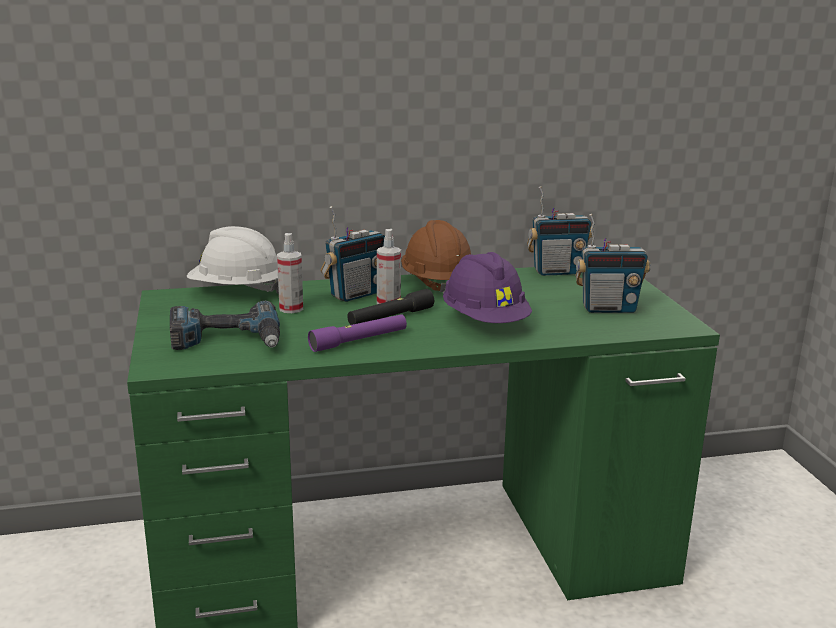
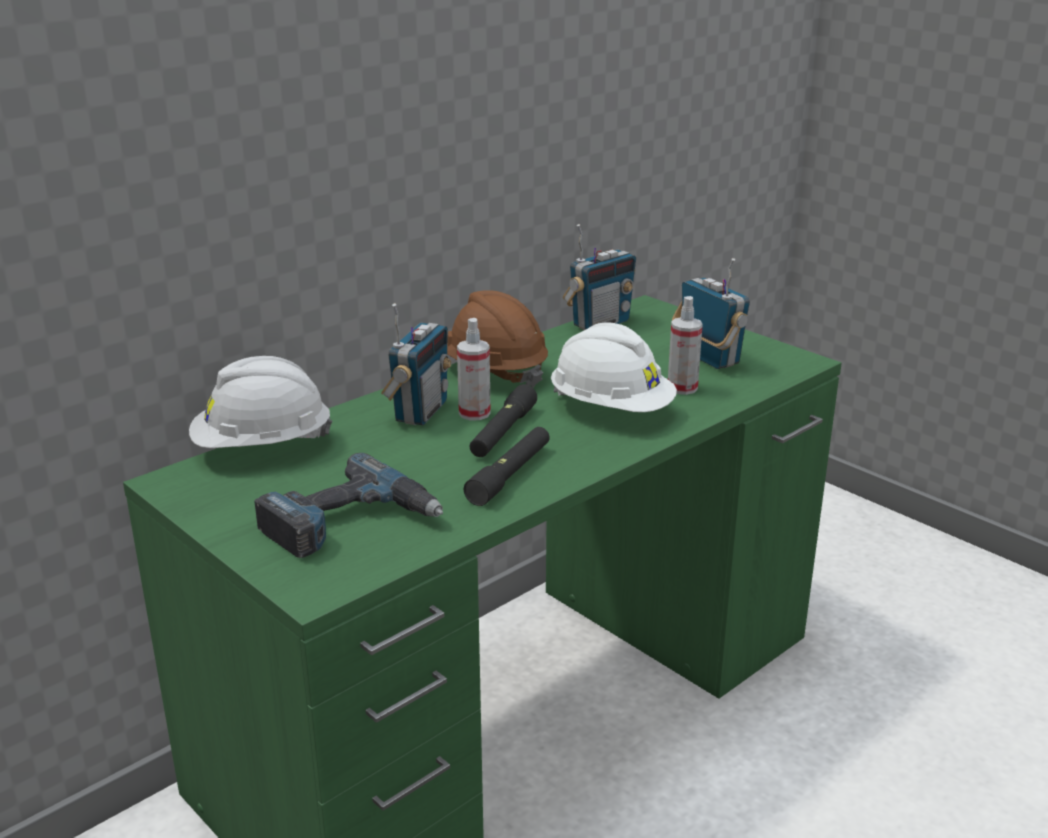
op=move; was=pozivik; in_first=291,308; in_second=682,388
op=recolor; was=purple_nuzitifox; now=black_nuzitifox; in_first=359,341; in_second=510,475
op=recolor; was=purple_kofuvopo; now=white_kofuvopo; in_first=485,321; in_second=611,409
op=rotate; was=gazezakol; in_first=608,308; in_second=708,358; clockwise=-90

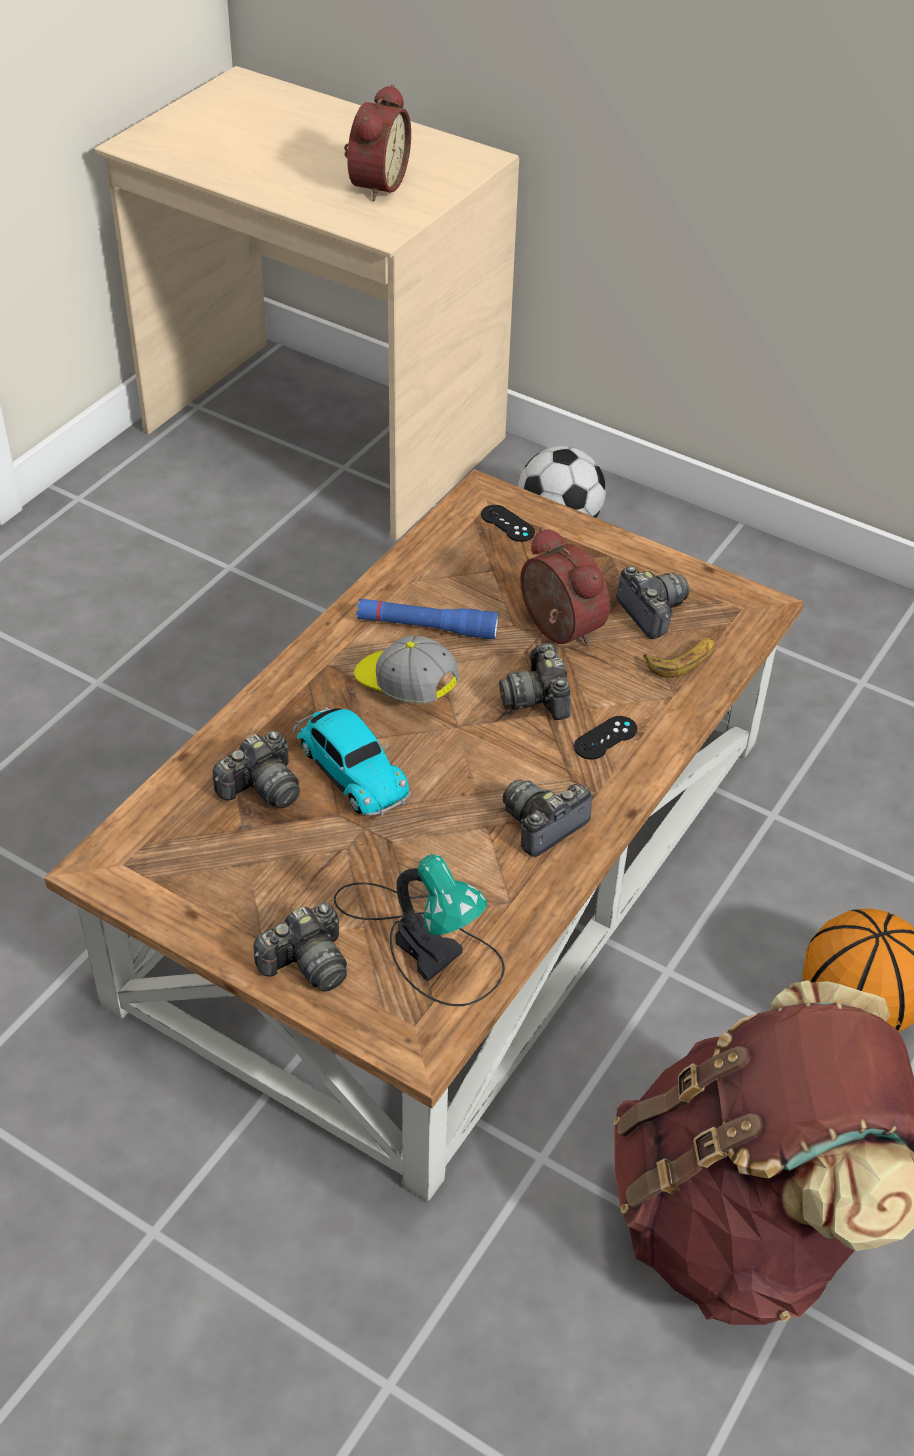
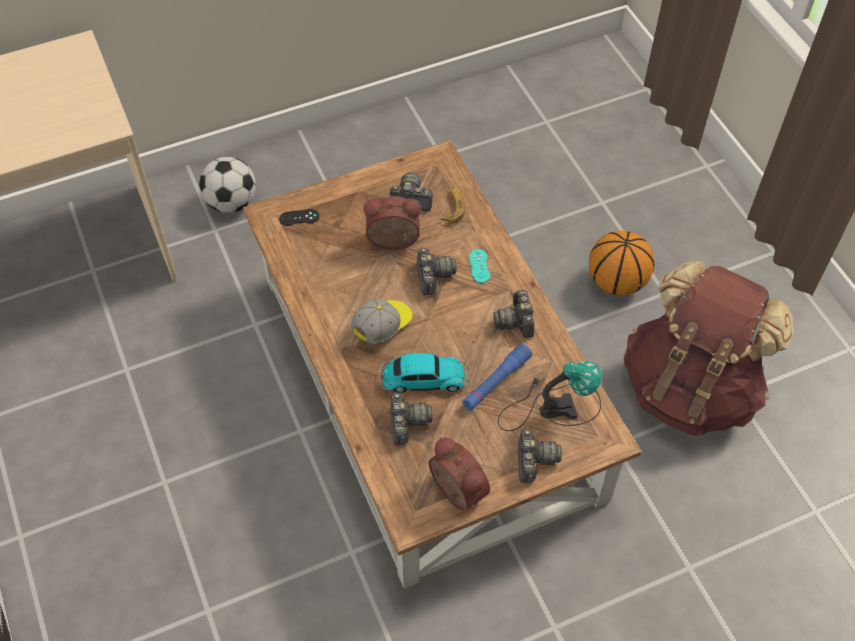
op=move; was=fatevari; in_first=375,184; in_second=455,492
op=move; was=blue_nuzitifox; in_first=426,627; in_second=496,382
op=recolor; was=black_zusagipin; now=turquoise_zusagipin; in_first=605,738; in_second=479,266
op=rotate; was=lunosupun; in_first=404,686; in_second=383,326; clockwise=150
op=rotate; was=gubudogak; in_first=538,697; in_second=433,276; clockwise=-120

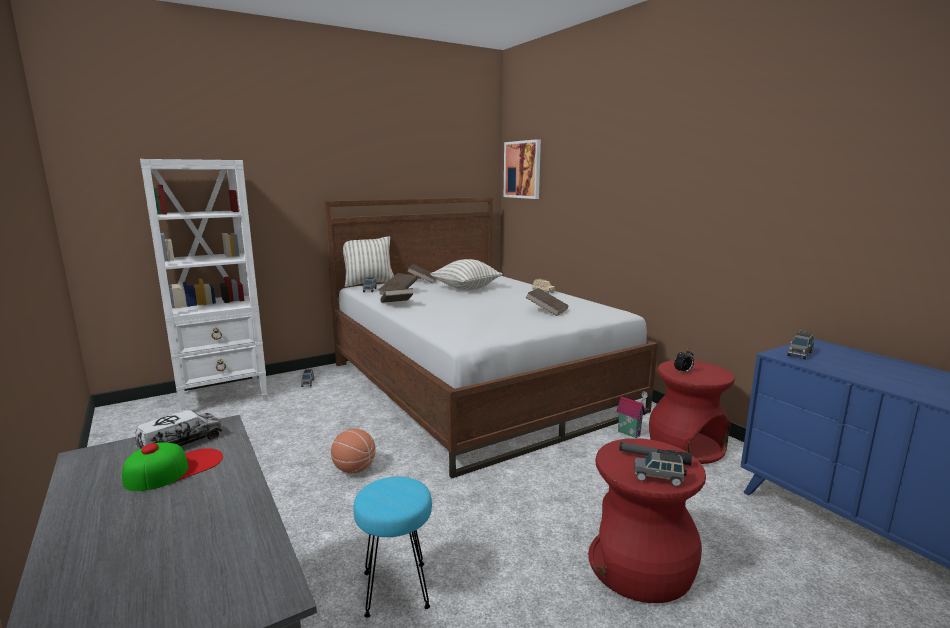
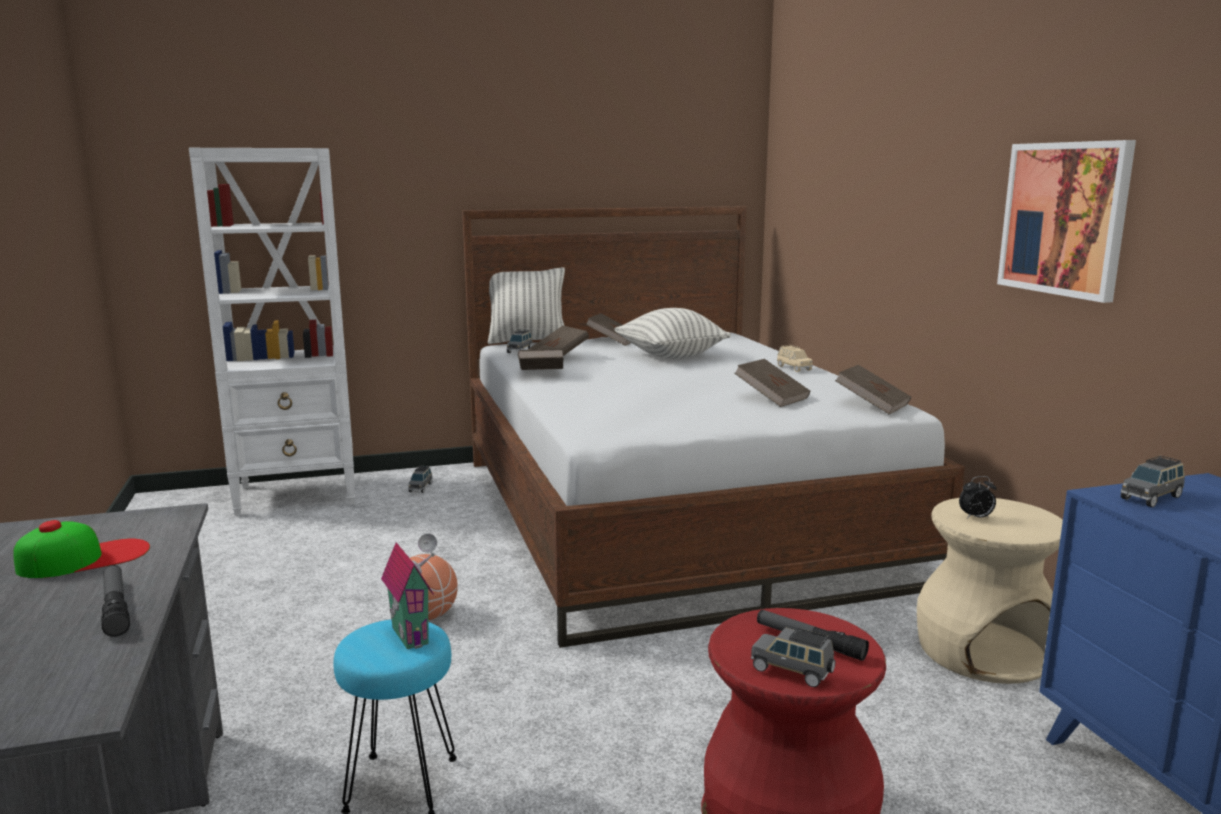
op=delete; was=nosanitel; in_first=181,443
op=insert; now=nuzitifox; in_second=115,607
op=insert; now=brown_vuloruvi; in_second=872,405
op=move; was=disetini; in_first=522,169; in_second=1064,218
op=move; was=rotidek; in_first=630,432; in_second=414,635
op=recolor; was=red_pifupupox; now=beige_pifupupox; in_first=686,446; in_second=982,651

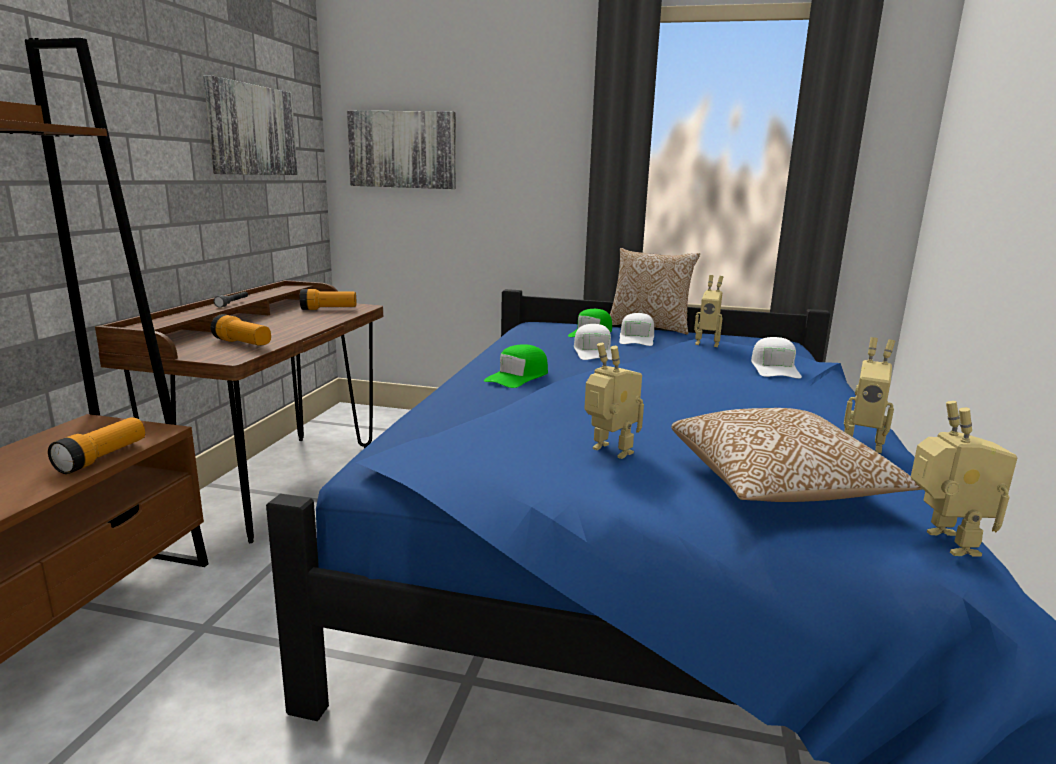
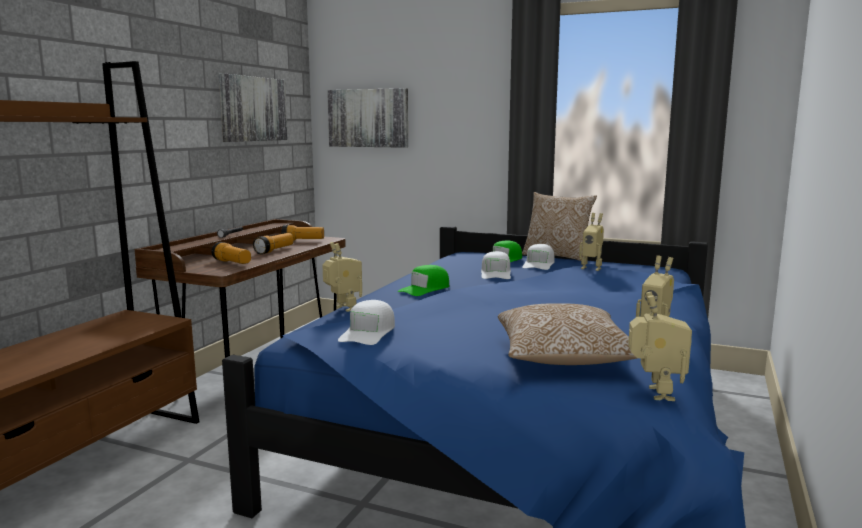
op=move; was=nuzitifox; in_first=102,457; in_second=274,250
op=move; was=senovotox; in_first=608,452; in_second=343,309
op=move; was=white_lunosupun; in_first=774,368; in_second=368,333

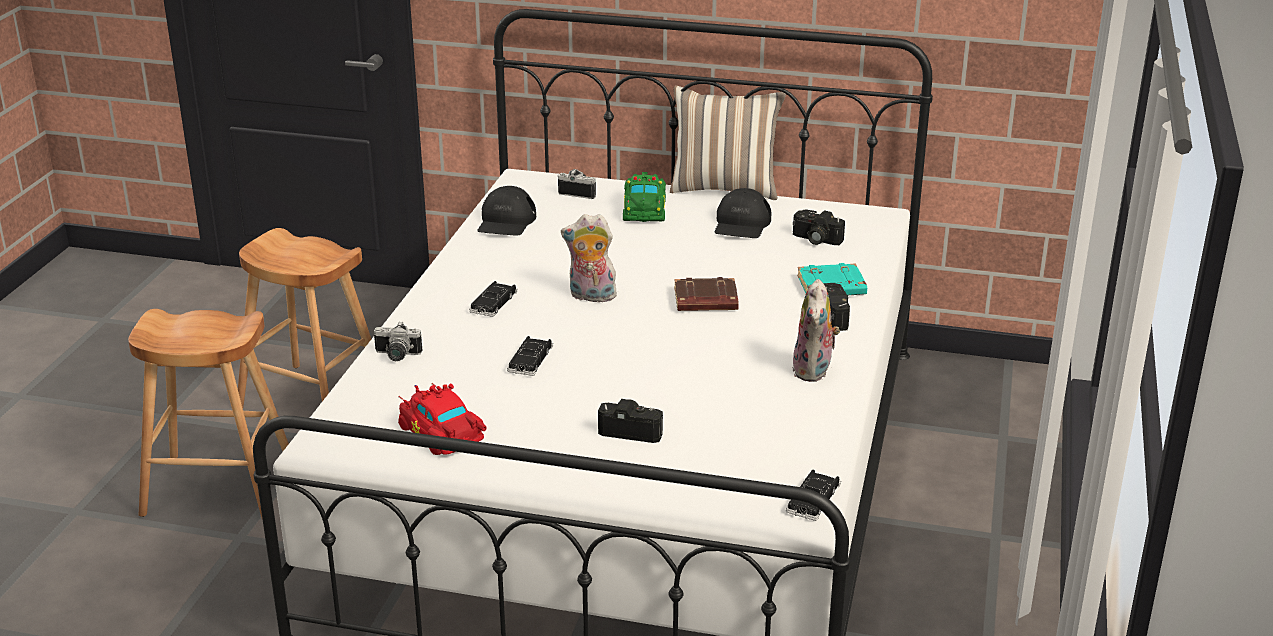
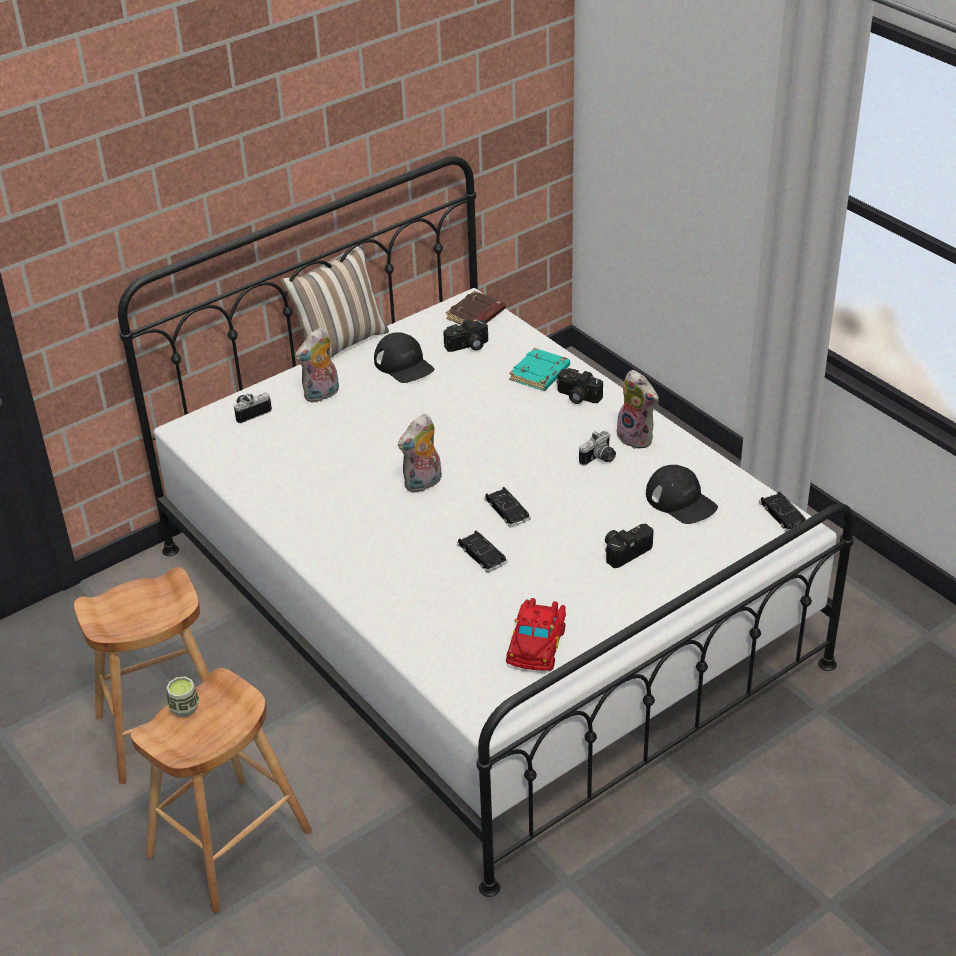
op=insert; now=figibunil; in_second=185,708
op=move; was=gubudogak; in_first=396,356; in_second=600,459
op=move; was=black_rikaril; in_first=493,303; in_second=507,510
op=move; was=black_lunosupun; in_first=506,221; in_second=681,501
op=move; was=brown_vuloruvi; in_first=705,301; in_second=476,315
op=replace; was=green_rikaril; now=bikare; in_first=645,209; in_second=322,395
op=rotate; was=red_rikaril; in_first=441,435; in_second=538,643; clockwise=-75

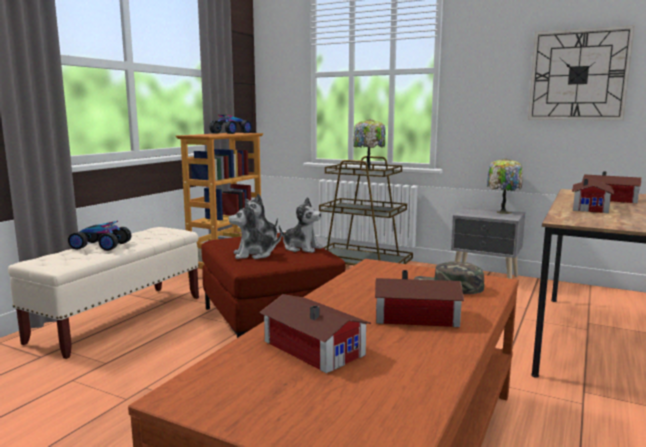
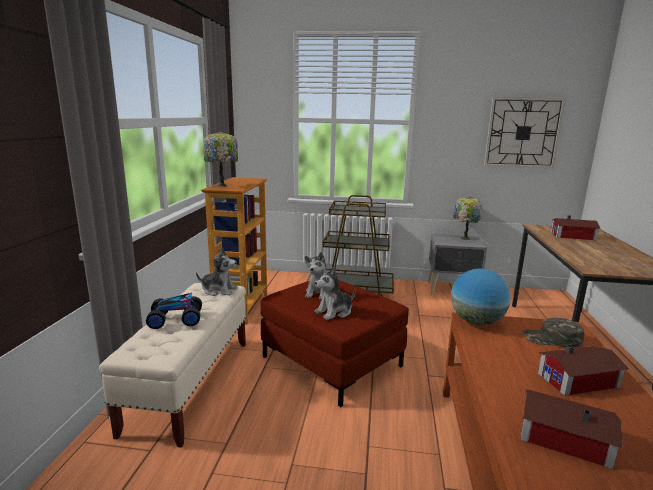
op=delete; was=rikaril; in_first=231,133
op=delete; was=rotidek; in_first=592,207
op=insert; now=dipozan; in_second=476,322
op=move; was=bikare; in_first=301,248; in_second=219,290
op=move; was=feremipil; in_first=368,171; in_second=222,186

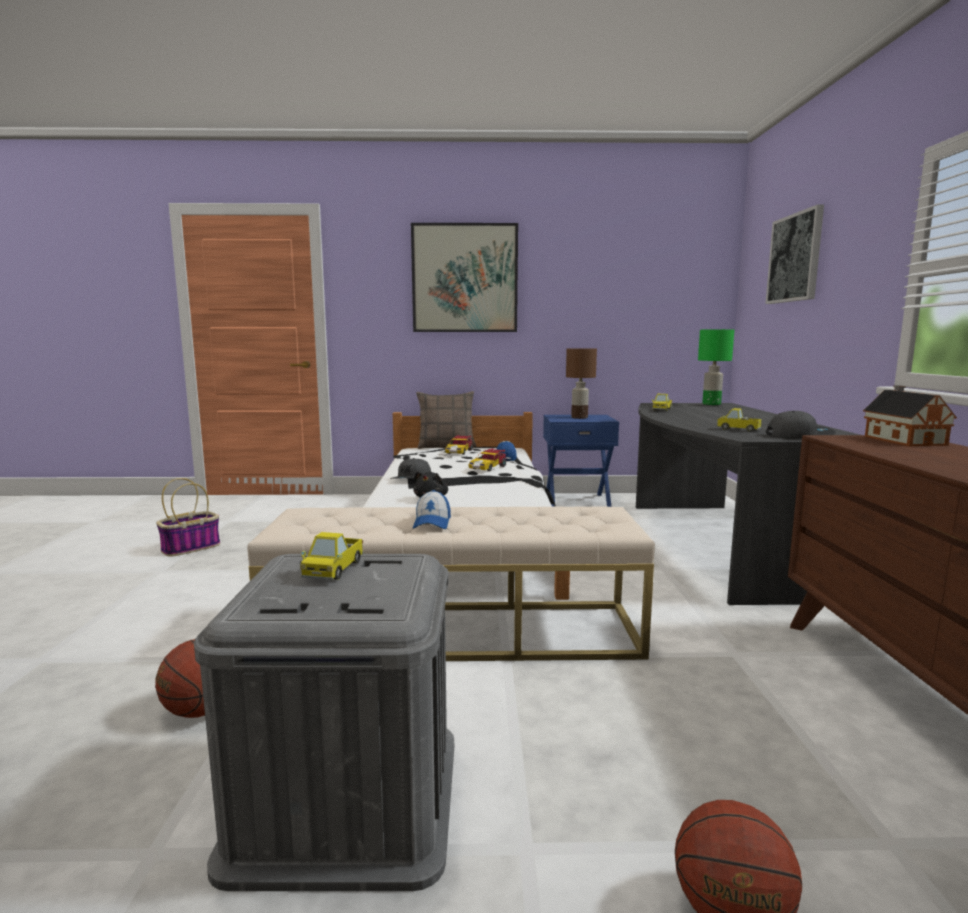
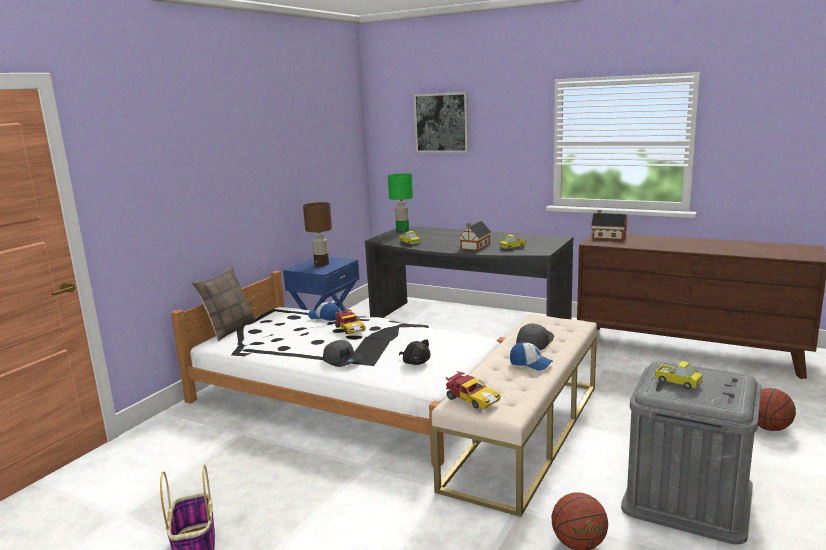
op=delete; was=disetini; in_first=465,278
op=insert; now=rotidek; in_second=474,247
op=move; was=rikaril; in_first=459,452; in_second=471,399
op=move; was=grey_lunosupun; in_first=799,436; in_second=534,341

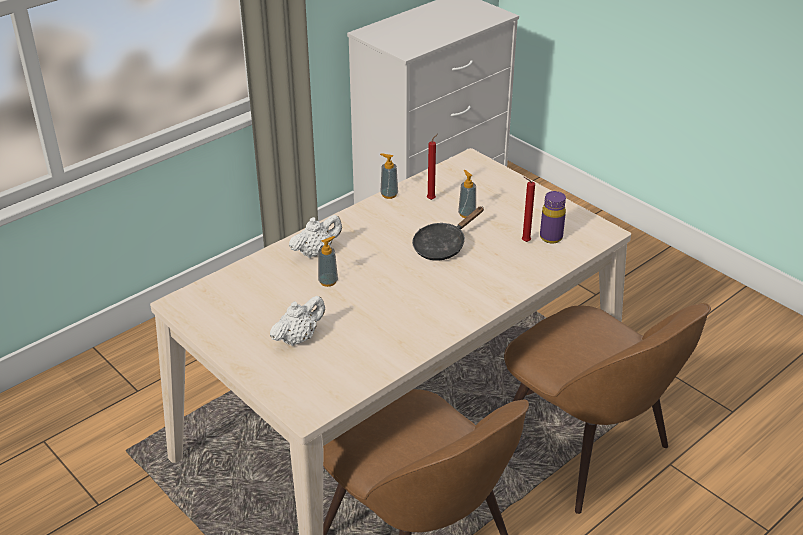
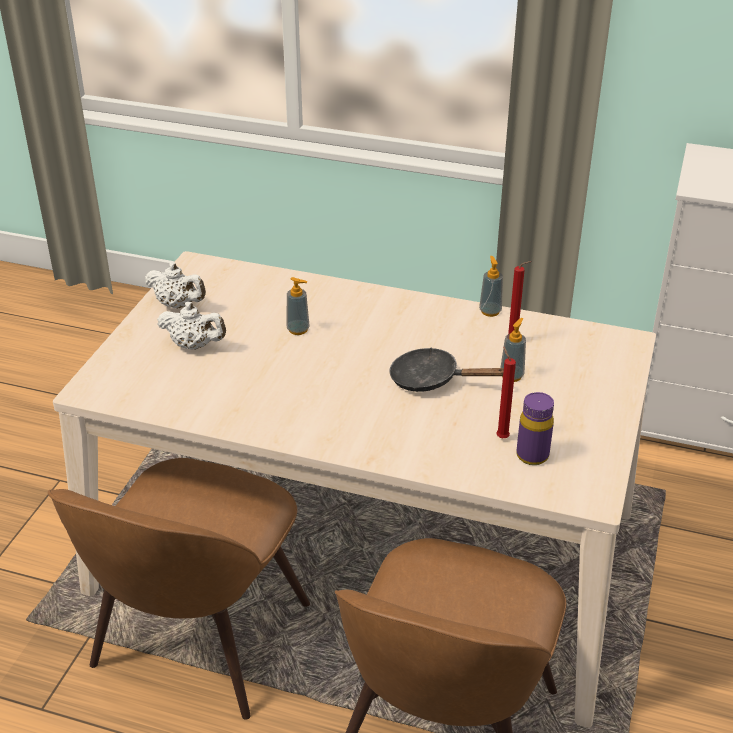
op=move; was=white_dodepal; in_first=316,252; in_second=178,305

